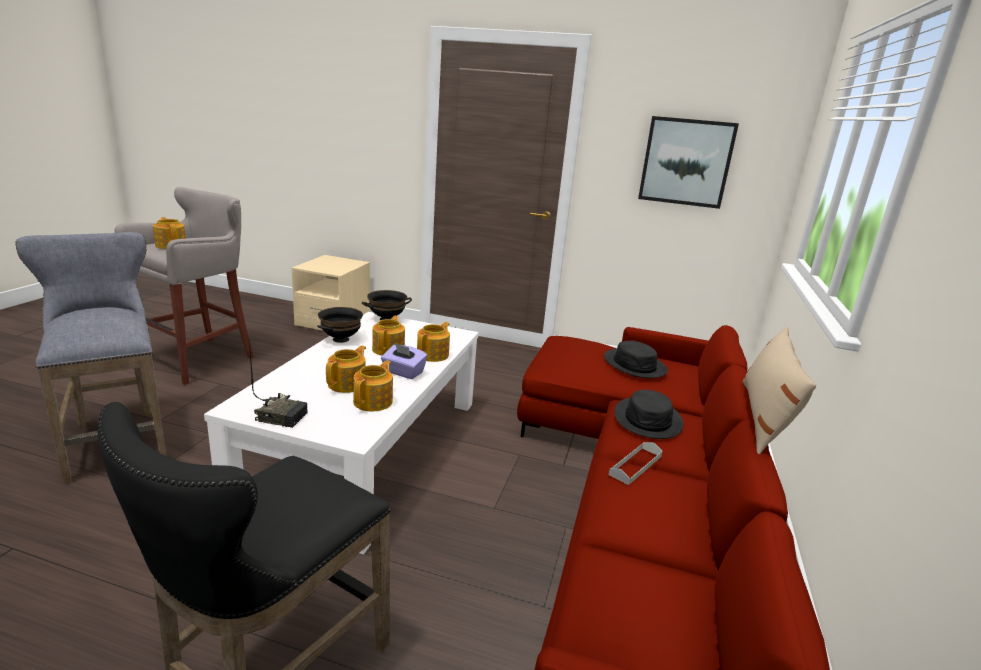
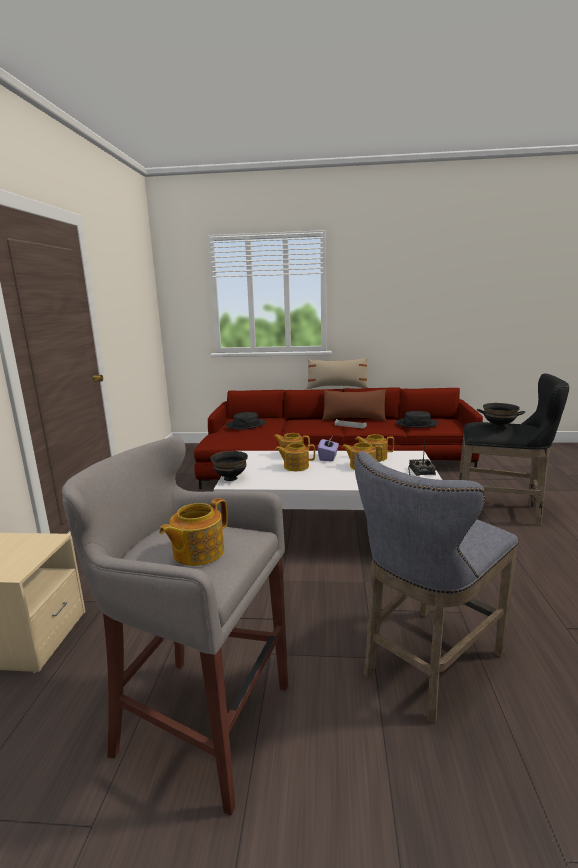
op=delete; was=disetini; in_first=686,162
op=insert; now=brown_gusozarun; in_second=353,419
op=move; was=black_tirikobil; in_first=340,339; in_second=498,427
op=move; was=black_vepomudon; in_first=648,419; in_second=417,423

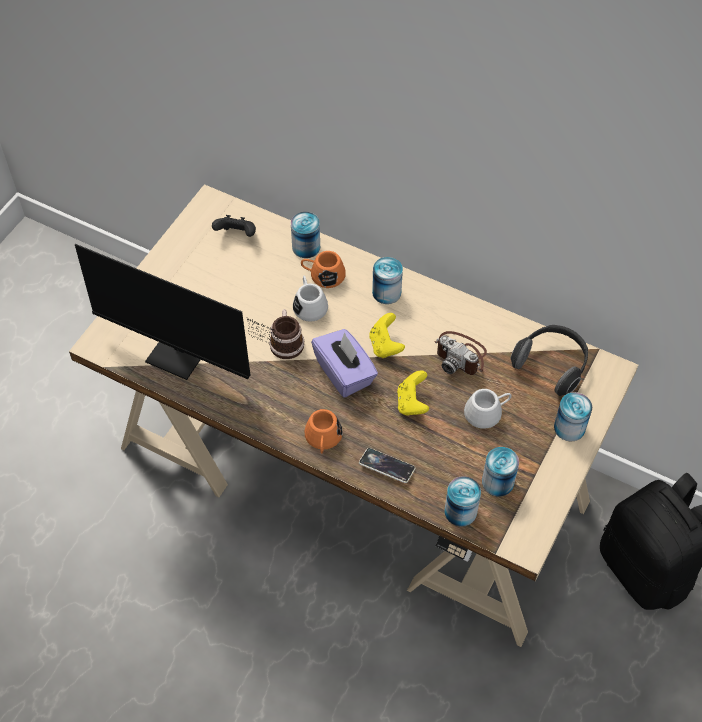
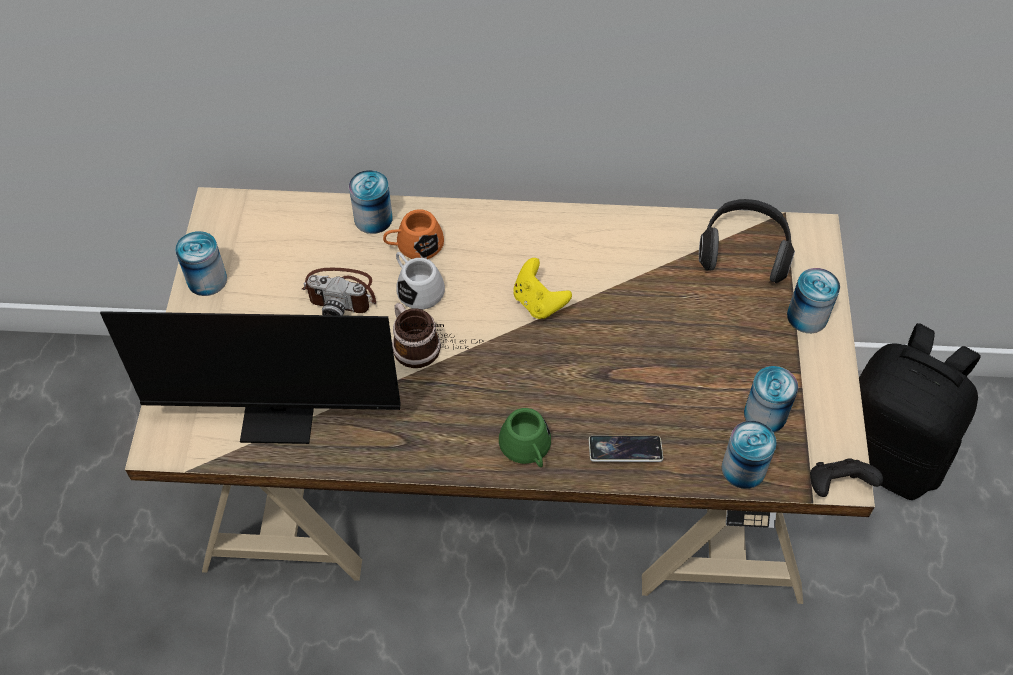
op=delete; was=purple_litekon; in_first=345,373
op=delete; was=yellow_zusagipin; in_first=412,403
op=delete; was=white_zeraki; in_first=487,412
op=move; was=black_zusagipin; in_first=237,235; in_second=836,486
op=move; was=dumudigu; in_first=386,292; in_second=207,280
op=move; was=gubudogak; in_first=461,355; in_second=341,294
op=recolor; was=orange_zeraki; now=green_zeraki; in_first=323,439; in_second=527,449

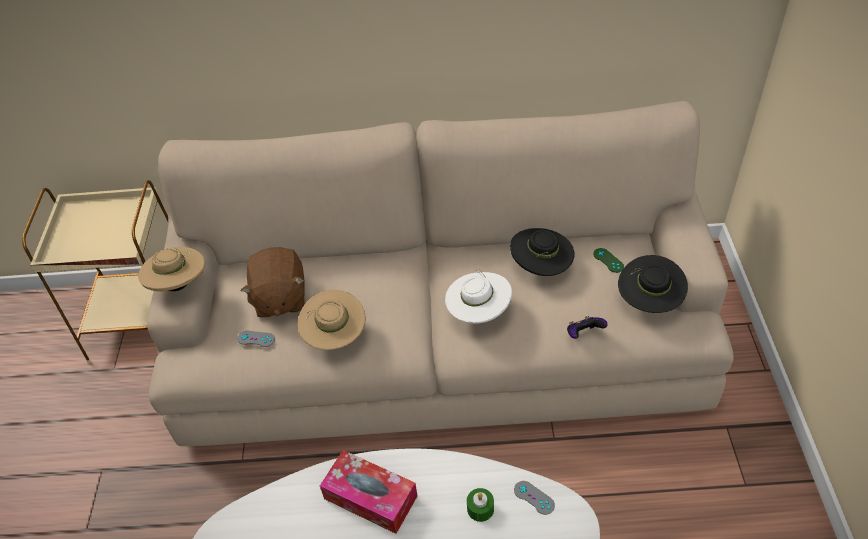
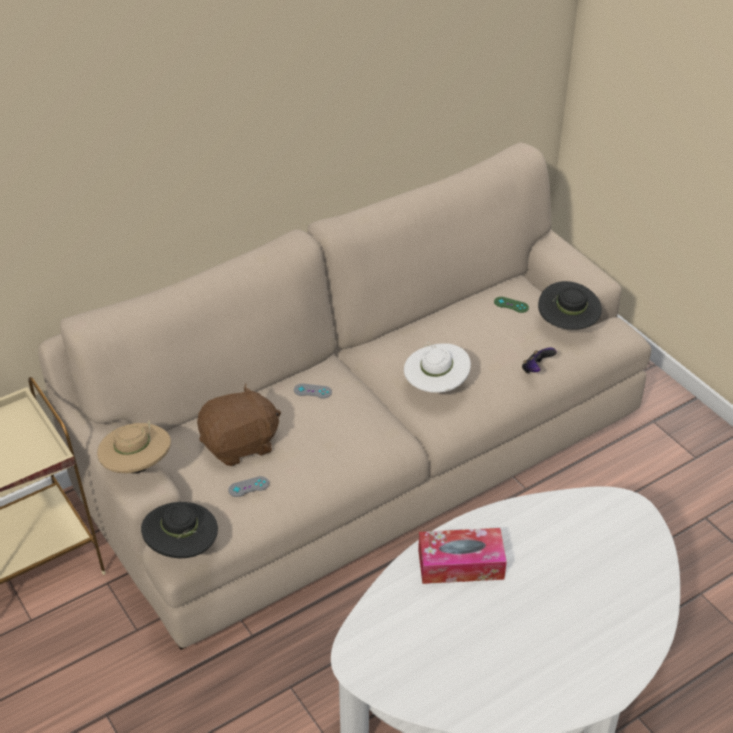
op=delete; was=beige_vepomudon; in_first=335,336
op=delete; was=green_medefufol; in_first=480,508
op=move; was=black_vepomudon; in_first=541,267; in_second=183,547
op=move; was=grey_zusagipin; in_first=534,497; in_second=312,391
op=rotate; was=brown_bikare; in_first=280,298; in_second=240,444; clockwise=-75

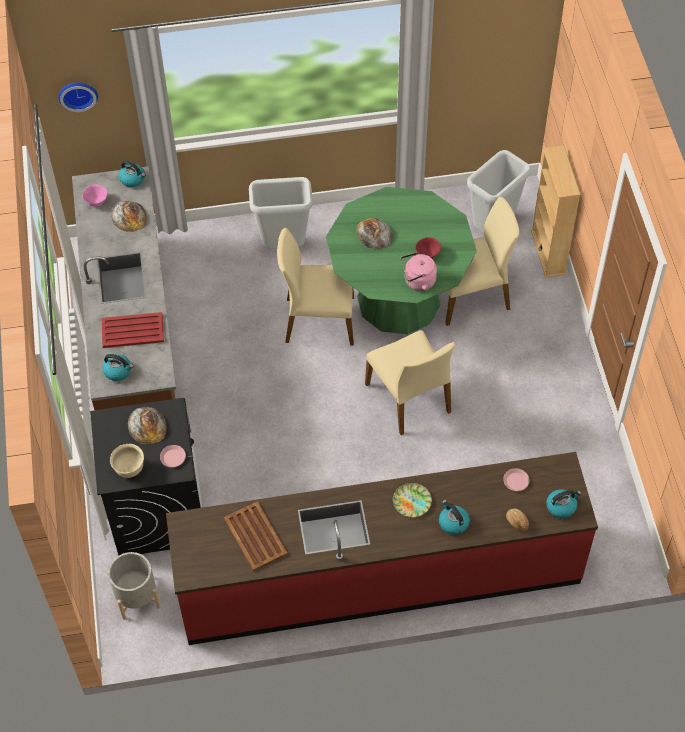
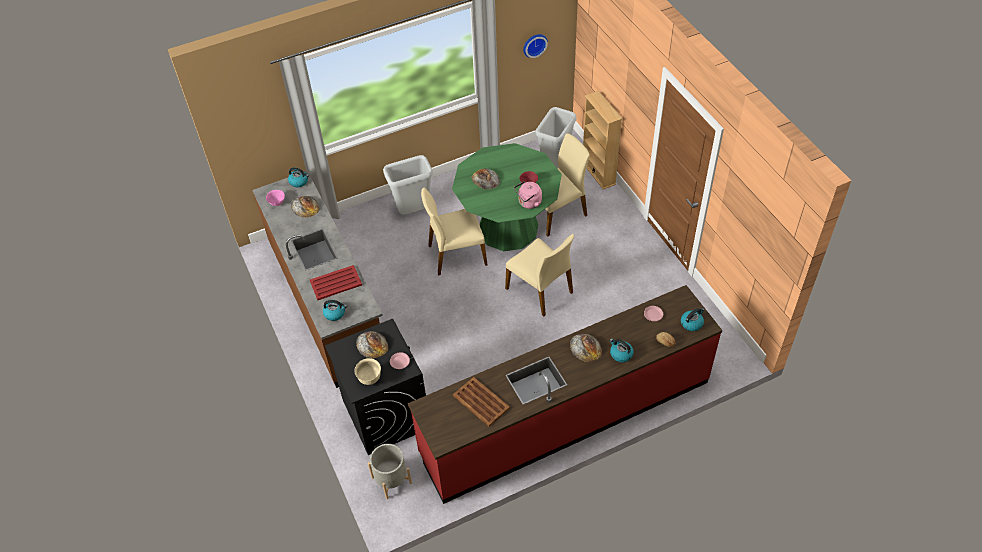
op=move; was=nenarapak; in_first=77,94; in_second=534,44
op=replace; was=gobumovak; now=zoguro; in_first=412,501; in_second=585,347

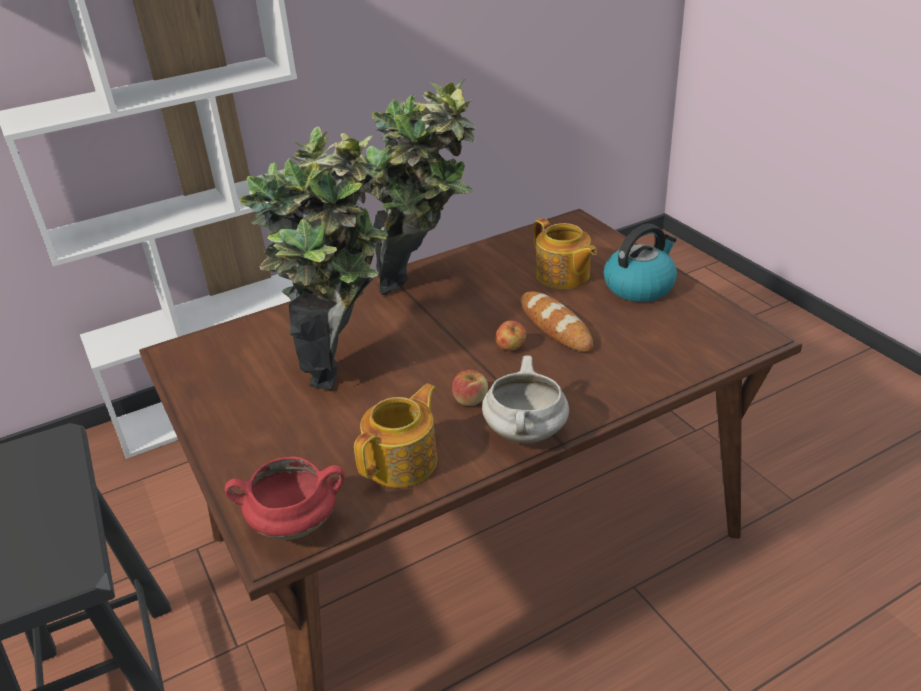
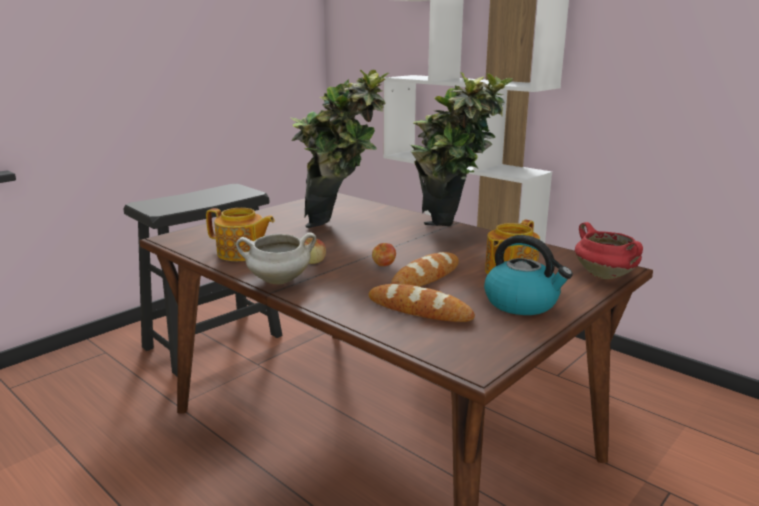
op=insert; now=zoguro; in_second=419,309
op=move; was=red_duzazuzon; in_first=296,523; in_second=606,276

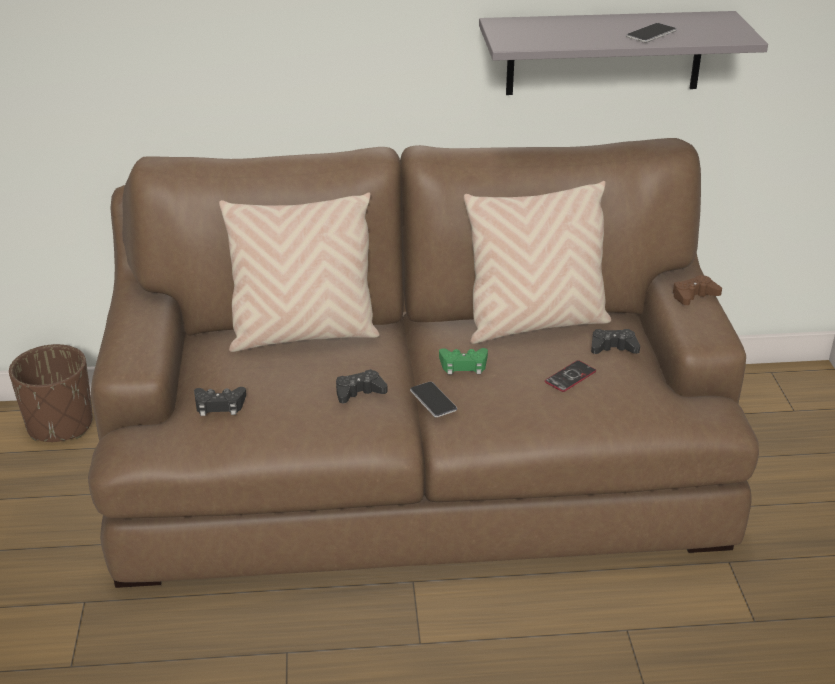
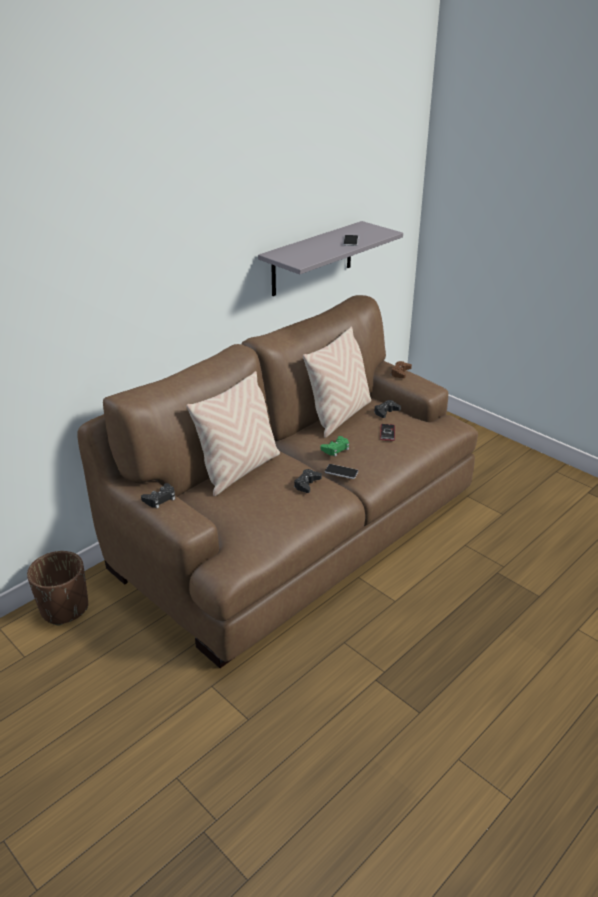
op=move; was=black_zusagipin; in_first=219,405; in_second=160,499

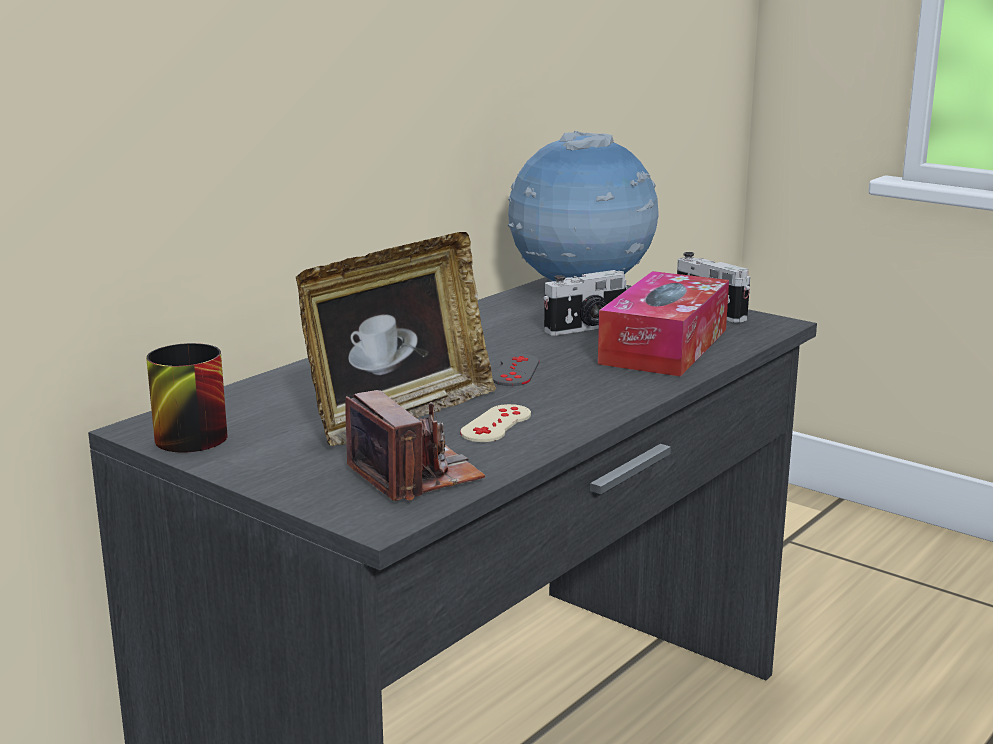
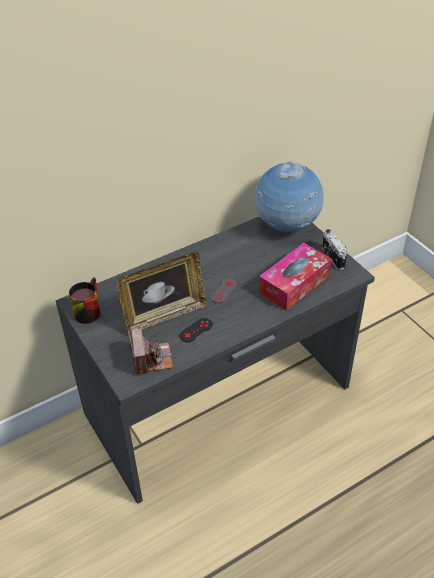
op=delete; was=gubudogak; in_first=586,328
op=recolor; was=beige_zusagipin; now=black_zusagipin; in_first=496,424; in_second=196,330

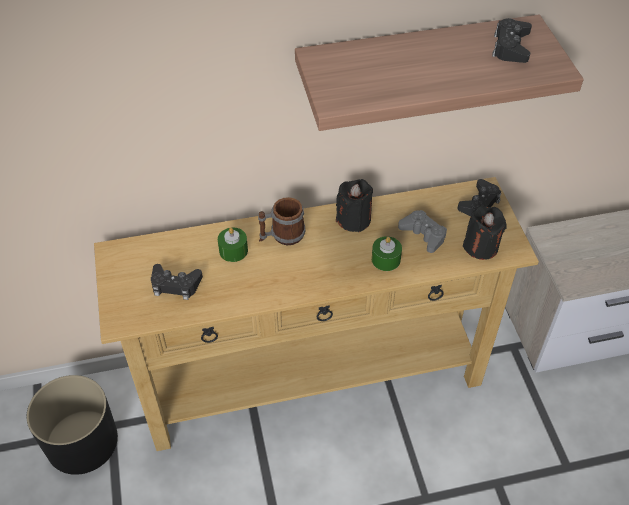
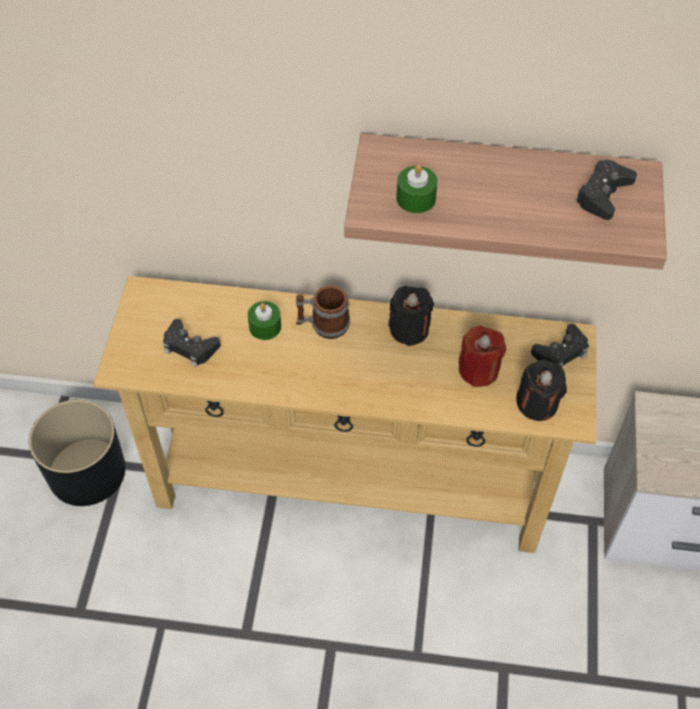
op=move; was=green_medefufol; in_first=386,259; in_second=416,198
op=replace; was=grey_zusagipin; now=red_medefufol; in_first=423,234; in_second=478,370

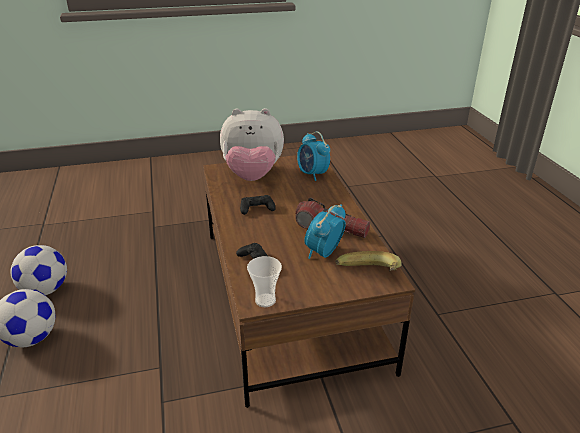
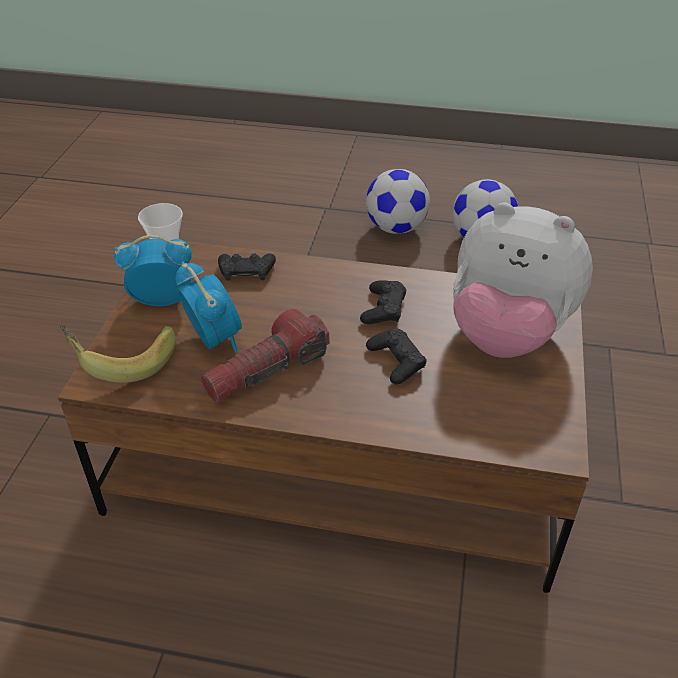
op=insert; now=black_zusagipin; in_second=396,361
op=move; was=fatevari; in_first=312,174; in_second=163,300
op=rotate; was=bikare; in_first=252,175; in_second=507,334; clockwise=-90

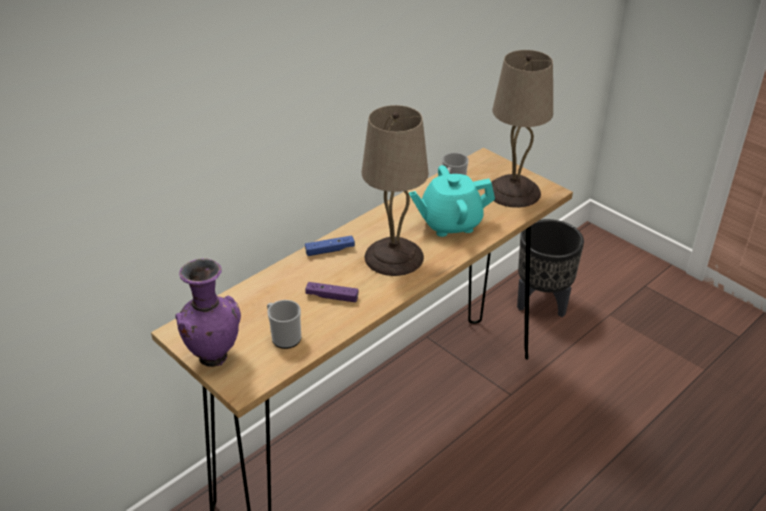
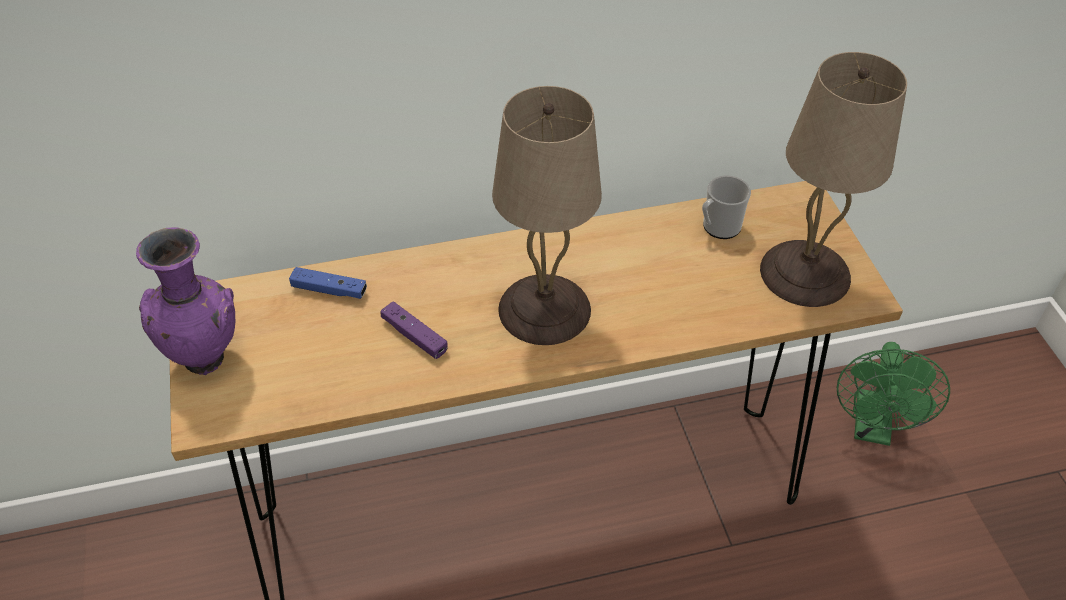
op=delete; was=zeraki; in_first=284,337
op=delete; was=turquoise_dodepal; in_first=450,223
op=move; was=blue_zusagipin; in_first=330,250; in_second=329,290
op=replace; was=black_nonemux; now=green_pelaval; in_first=542,303; in_second=873,428

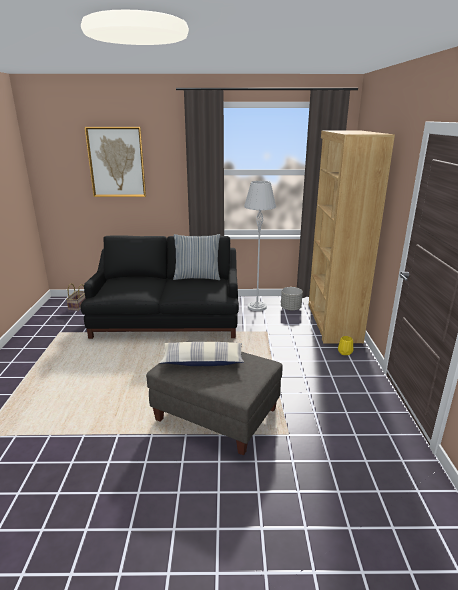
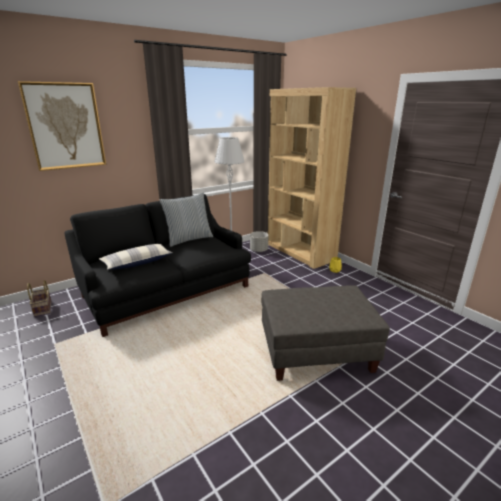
op=move; was=gusozarun; in_first=203,360; in_second=137,262

